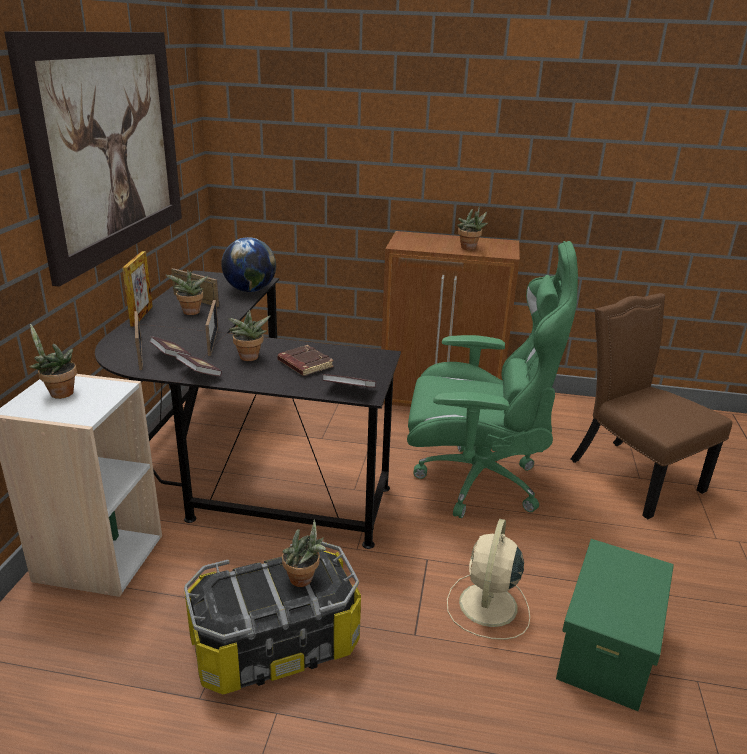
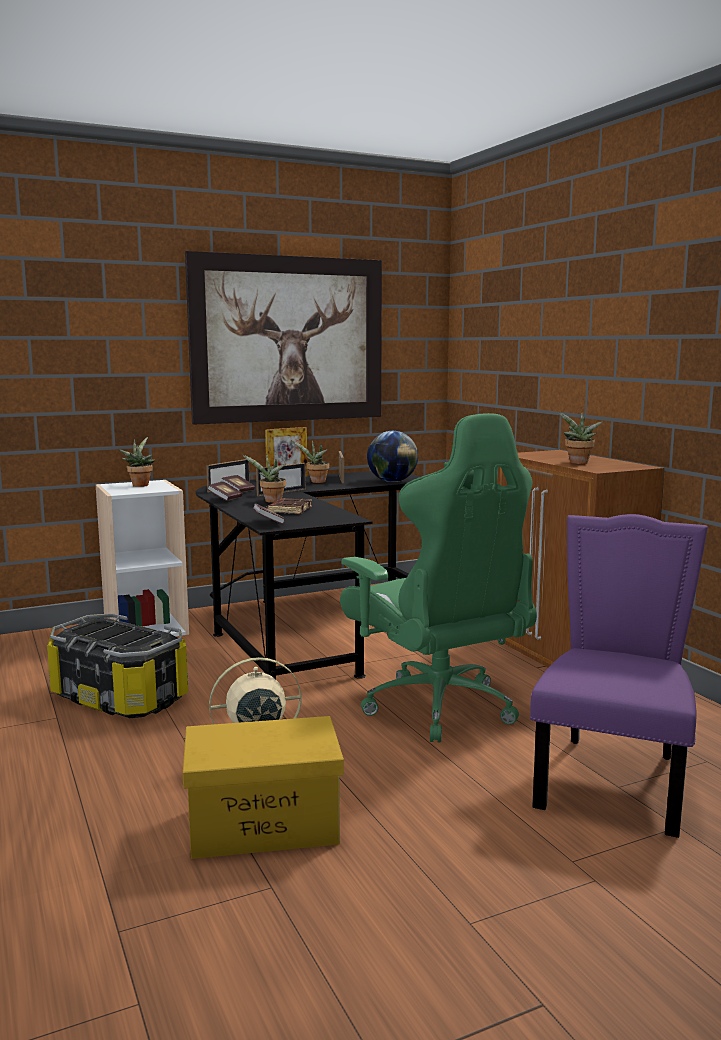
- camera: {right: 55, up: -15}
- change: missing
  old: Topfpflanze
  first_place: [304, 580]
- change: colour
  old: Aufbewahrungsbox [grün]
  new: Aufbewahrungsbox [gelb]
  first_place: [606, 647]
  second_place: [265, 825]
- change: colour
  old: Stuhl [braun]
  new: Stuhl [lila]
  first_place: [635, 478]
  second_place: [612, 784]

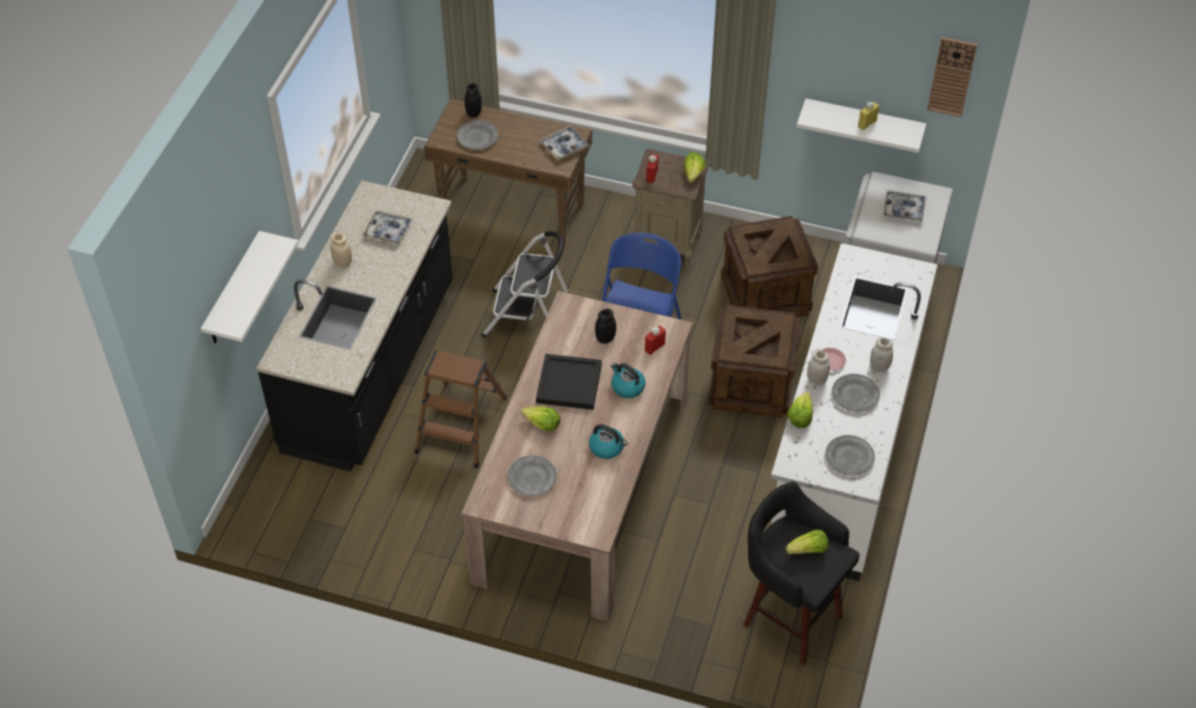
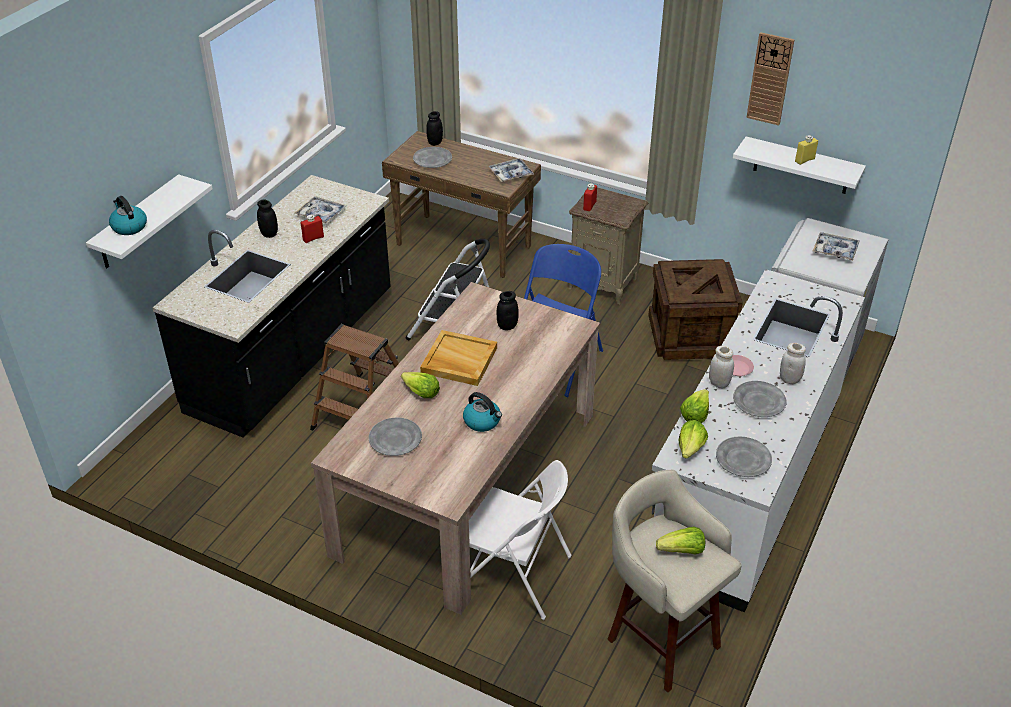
- camera: {right: 10, up: -10}
- change: missing
  old: Kiste
  first_place: [751, 383]
- change: appeared
  new: Stuhl [weiß]
  second_place: [512, 574]
- change: relocated
  old: Wasserkessel
  first_place: [627, 387]
  second_place: [129, 227]
- change: relocated
  old: Flasche [rot]
  first_place: [655, 347]
  second_place: [313, 238]
- change: relocated
  old: Salatkopf
  first_place: [693, 174]
  second_place: [690, 448]
- change: relocated
  old: Wanduhr
  first_place: [952, 76]
  second_place: [770, 79]
- change: colour
  old: Vorratsglas [beige]
  new: Vorratsglas [schwarz]
  first_place: [343, 263]
  second_place: [269, 234]
- change: colour
  old: Tablett [schwarz]
  new: Tablett [beige]
  first_place: [568, 384]
  second_place: [458, 360]
- change: colour
  old: Hocker [schwarz]
  new: Hocker [beige]
  first_place: [789, 618]
  second_place: [660, 640]

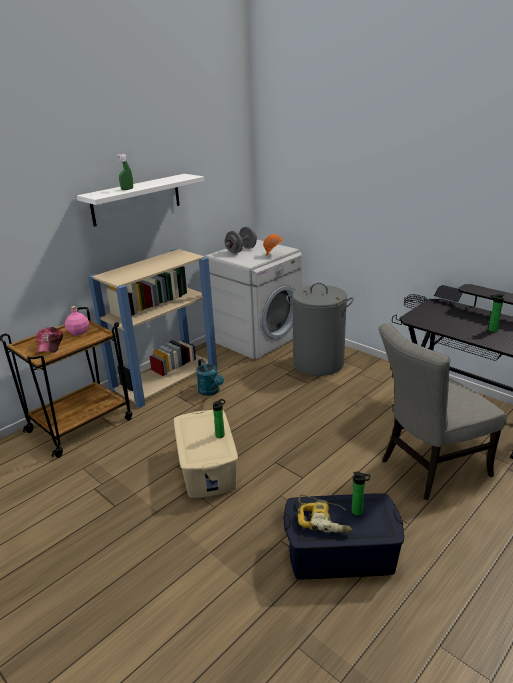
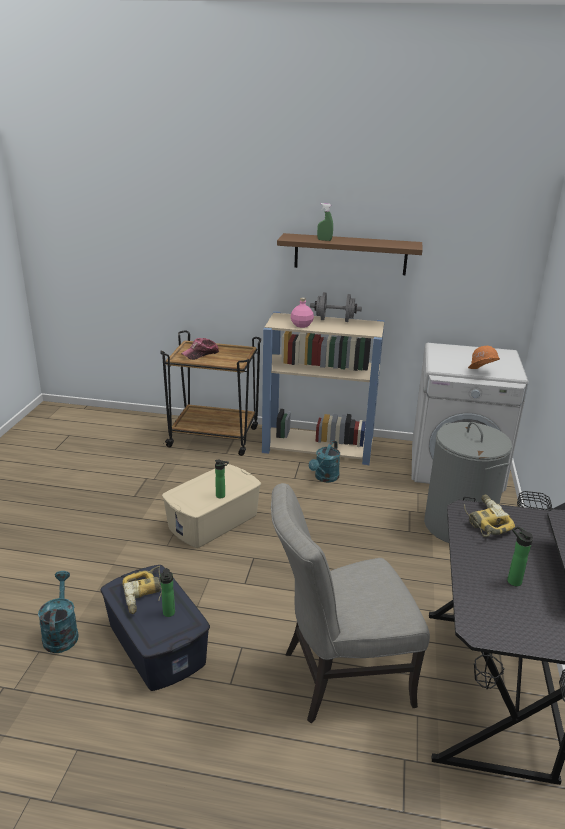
- camera: {right: 55, up: 0}
- change: appeared
  new: Gießkanne [türkis]
  second_place: [61, 633]
- change: appeared
  new: Bohrmaschine
  second_place: [484, 521]
- change: relocated
  old: Flasche [rosa]
  first_place: [78, 332]
  second_place: [301, 325]
- change: relocated
  old: Hantel [grau]
  first_place: [241, 250]
  second_place: [334, 320]
- change: colour
  old: Wandregal [weiß]
  new: Wandregal [braun]
  first_place: [136, 199]
  second_place: [350, 254]
- change: spun
  old: Stuhl [grau]
  first_place: [429, 468]
  second_place: [338, 677]
  degrees: -45

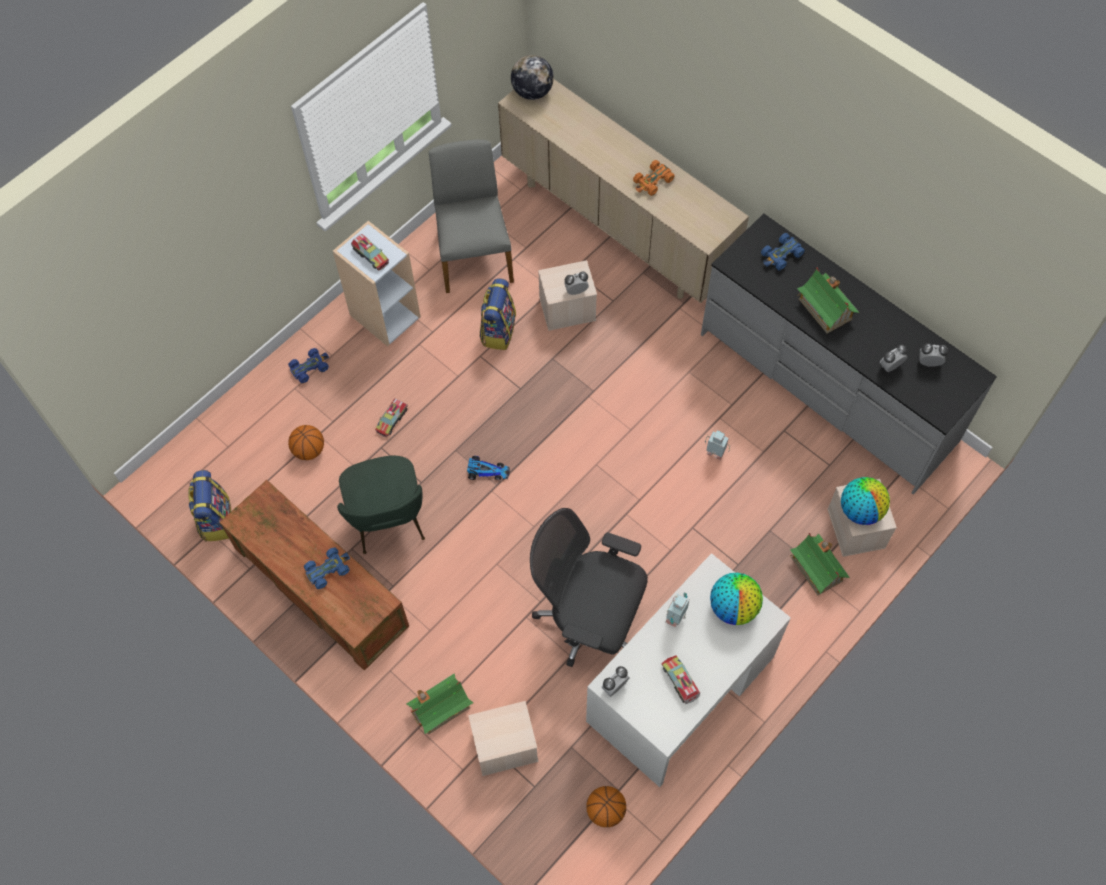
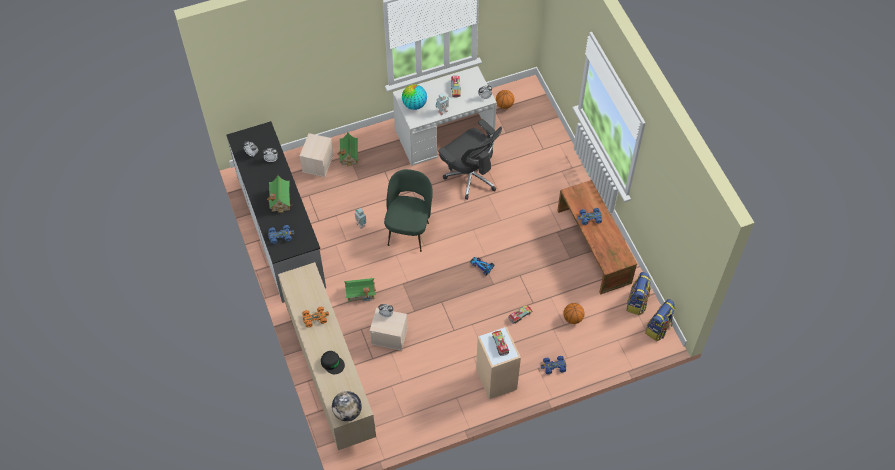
- camera: {right: -155, up: -5}
- change: missing
  old: Stuhl [grau]
  first_place: [473, 255]
- change: missing
  old: Aufbewahrungsbox [beige]
  first_place: [504, 746]
- change: missing
  old: Globus
  first_place: [860, 510]
- change: appeared
  new: Kappe [schwarz]
  second_place: [332, 363]
- change: relocated
  old: Stuhl [grün]
  first_place: [389, 526]
  second_place: [409, 231]
- change: relocated
  old: Spielzeughaus
  first_place: [440, 708]
  second_place: [360, 292]
- change: relocated
  old: Rucksack
  first_place: [498, 330]
  second_place: [658, 329]

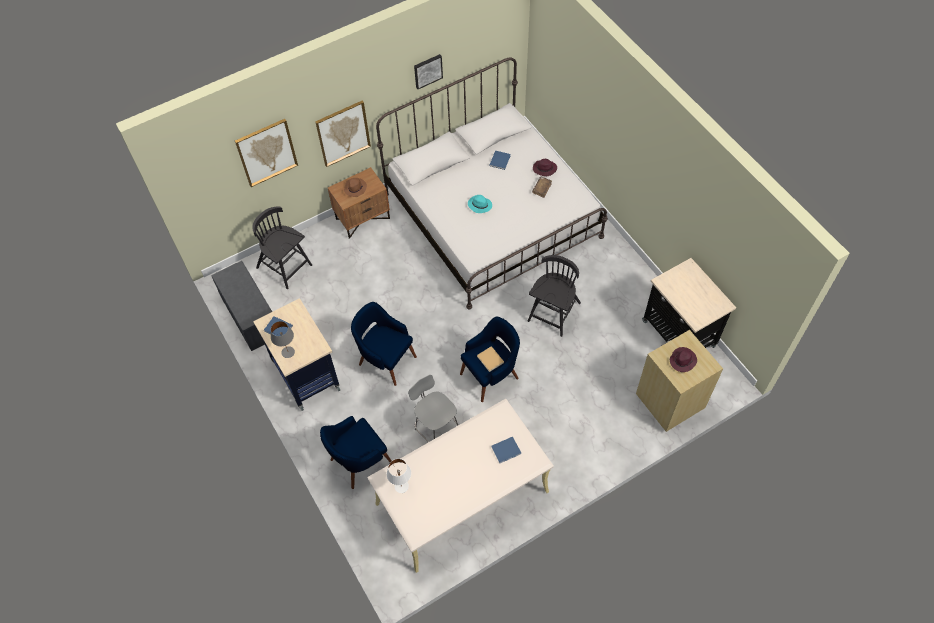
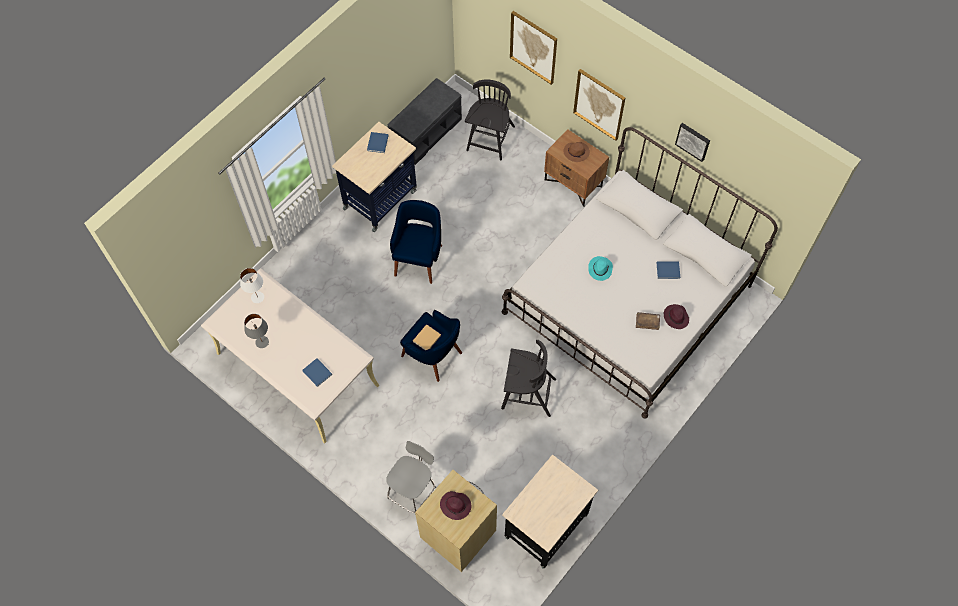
- camera: {right: 70, up: 5}
- change: missing
  old: Sessel [blau]
  first_place: [359, 461]
- change: relocated
  old: Tischlampe [grau]
  first_place: [288, 352]
  second_place: [262, 342]
- change: relocated
  old: Stuhl [grau]
  first_place: [436, 430]
  second_place: [413, 491]

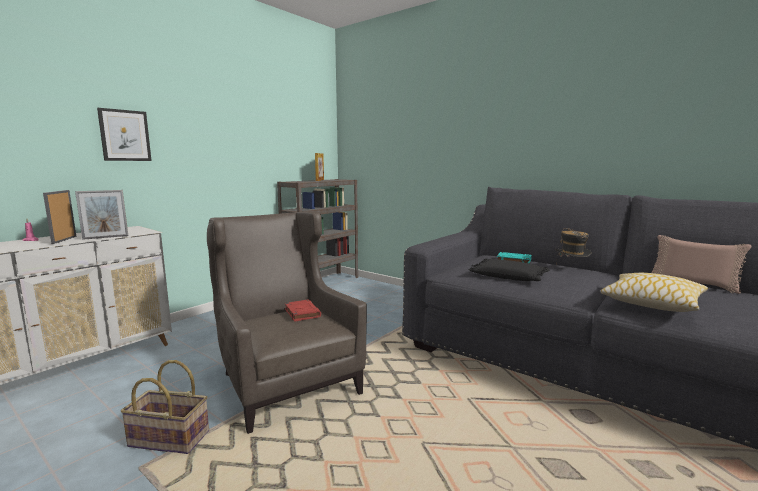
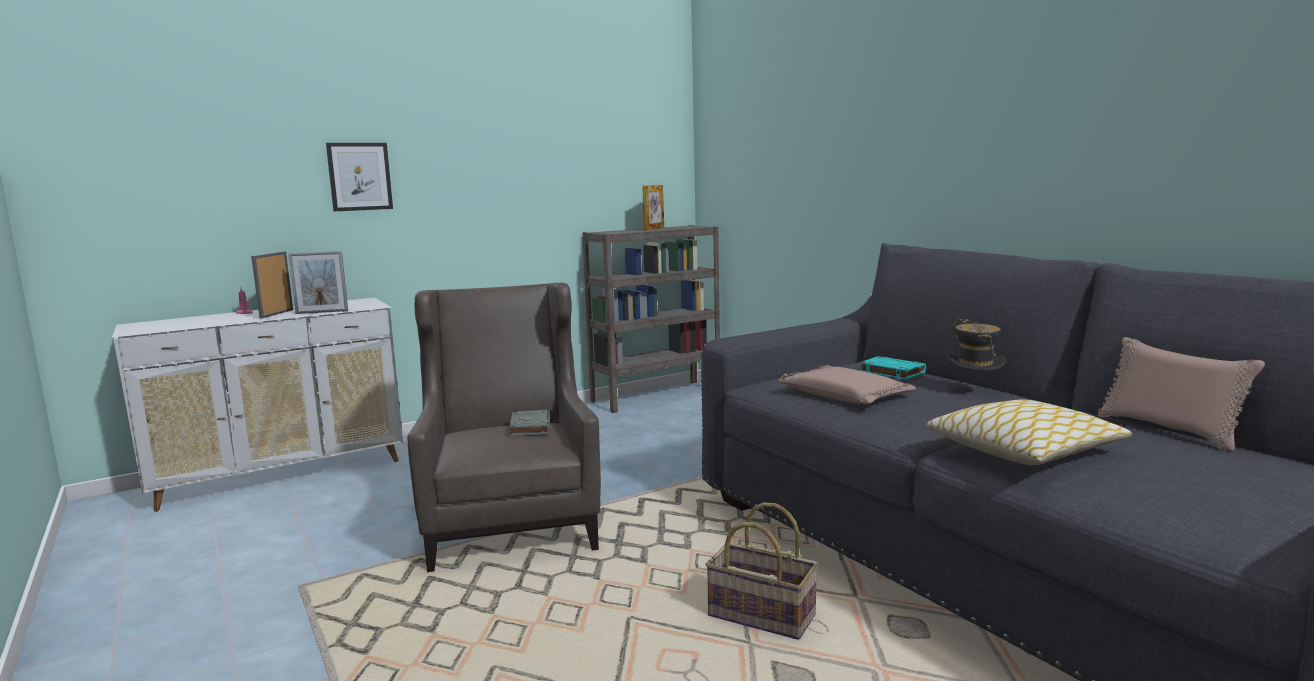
- camera: {right: 20, up: 0}
- change: relocated
  old: Korb
  first_place: [168, 439]
  second_place: [760, 616]
- change: colour
  old: Buch [rot]
  new: Buch [grau]
  first_place: [302, 313]
  second_place: [530, 427]
- change: colour
  old: Kissen [schwarz]
  new: Kissen [beige]
  first_place: [508, 275]
  second_place: [845, 394]

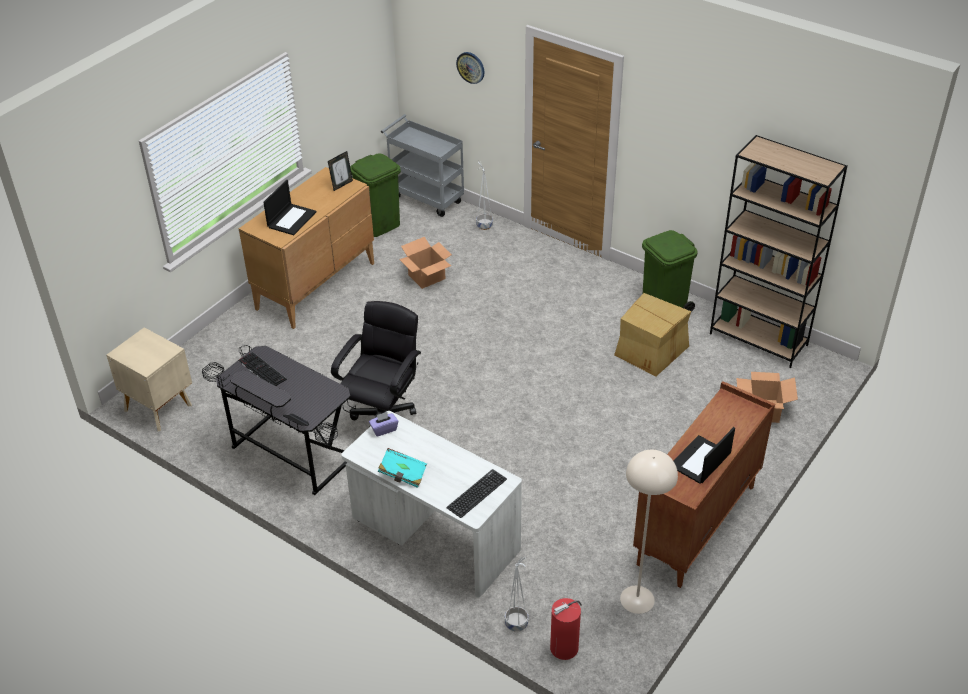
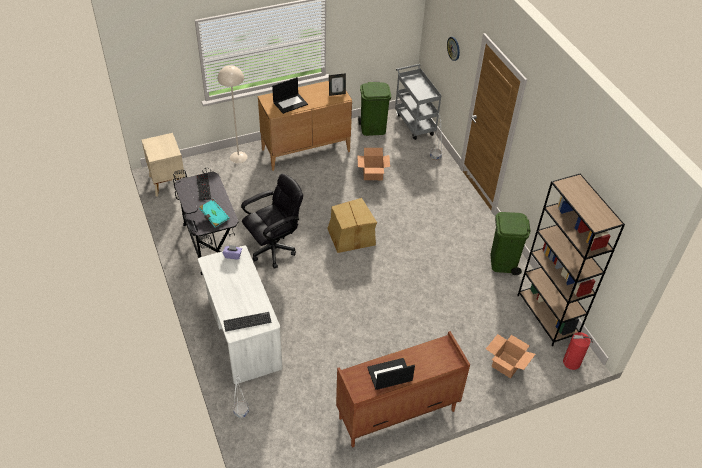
- camera: {right: 30, up: 5}
- change: relocated
  old: Buch [türkis]
  first_place: [403, 474]
  second_place: [214, 217]
- change: relocated
  old: Feuerlöscher
  first_place: [565, 647]
  second_place: [572, 362]
- change: relocated
  old: Karton
  first_place: [650, 350]
  second_place: [351, 236]
- change: relocated
  old: Stehlampe [beige]
  first_place: [637, 599]
  second_place: [238, 157]

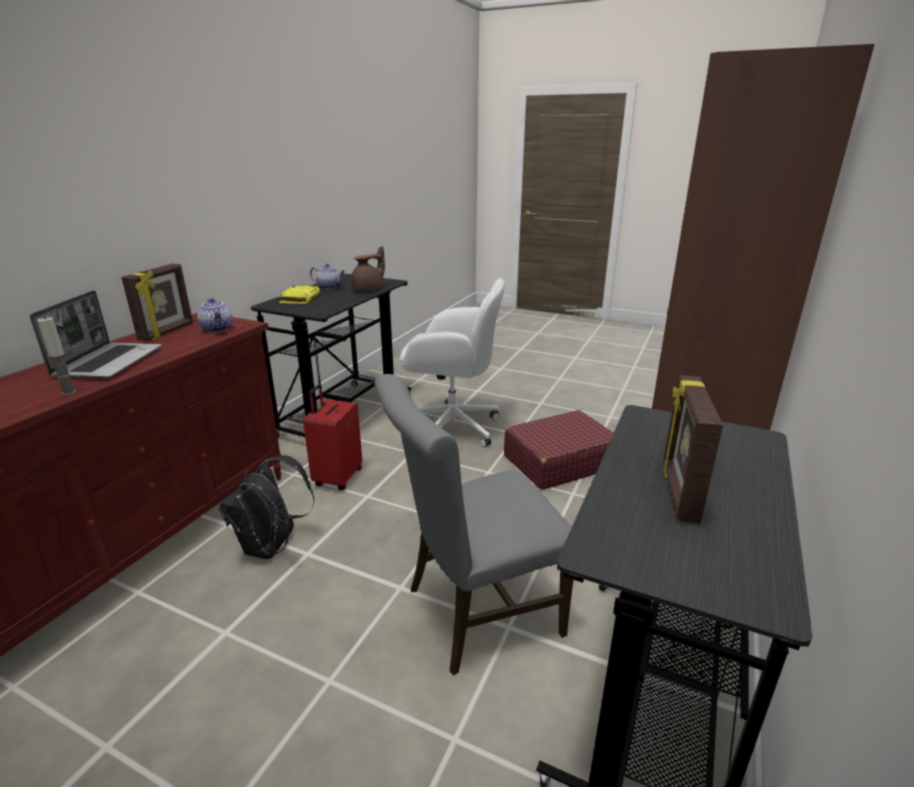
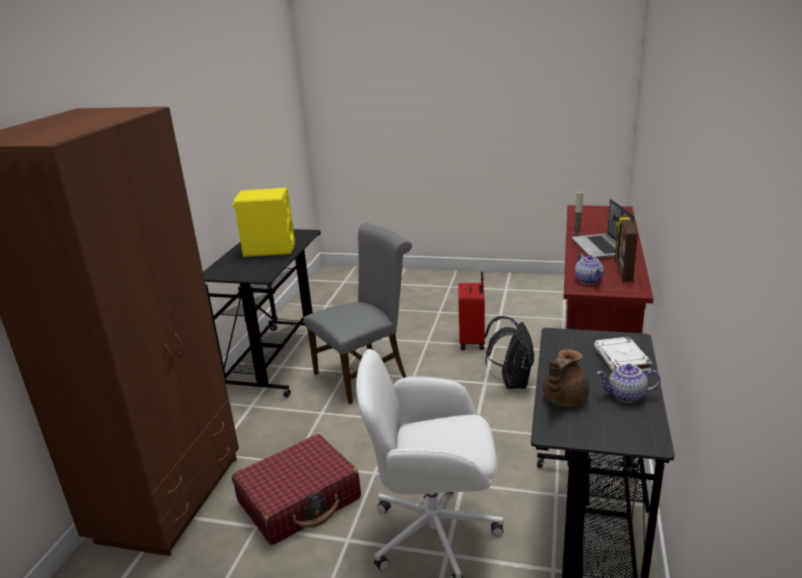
- camera: {right: 170, up: 0}
- change: relocated
  old: Koffer [rot]
  first_place: [337, 478]
  second_place: [473, 342]
- change: exchanged
  old: Bilderrahmen
  new: Lautsprecher [gelb]
  first_place: [678, 492]
  second_place: [269, 250]
- change: colour
  old: Buch [gelb]
  new: Buch [weiß]
  first_place: [300, 298]
  second_place: [622, 360]
- change: spun
  old: Teekanne
  first_place: [218, 329]
  second_place: [589, 280]
  degrees: -150

